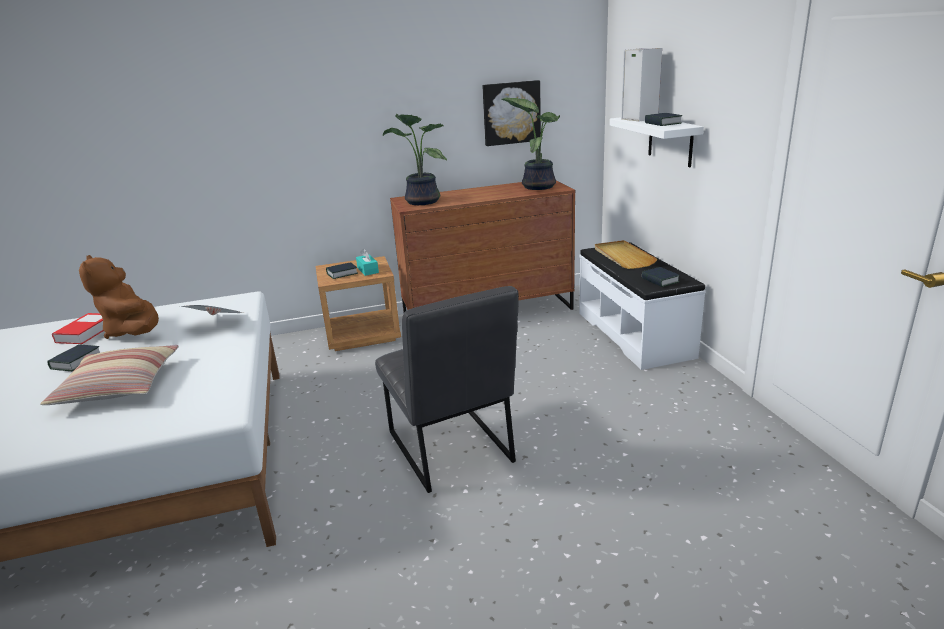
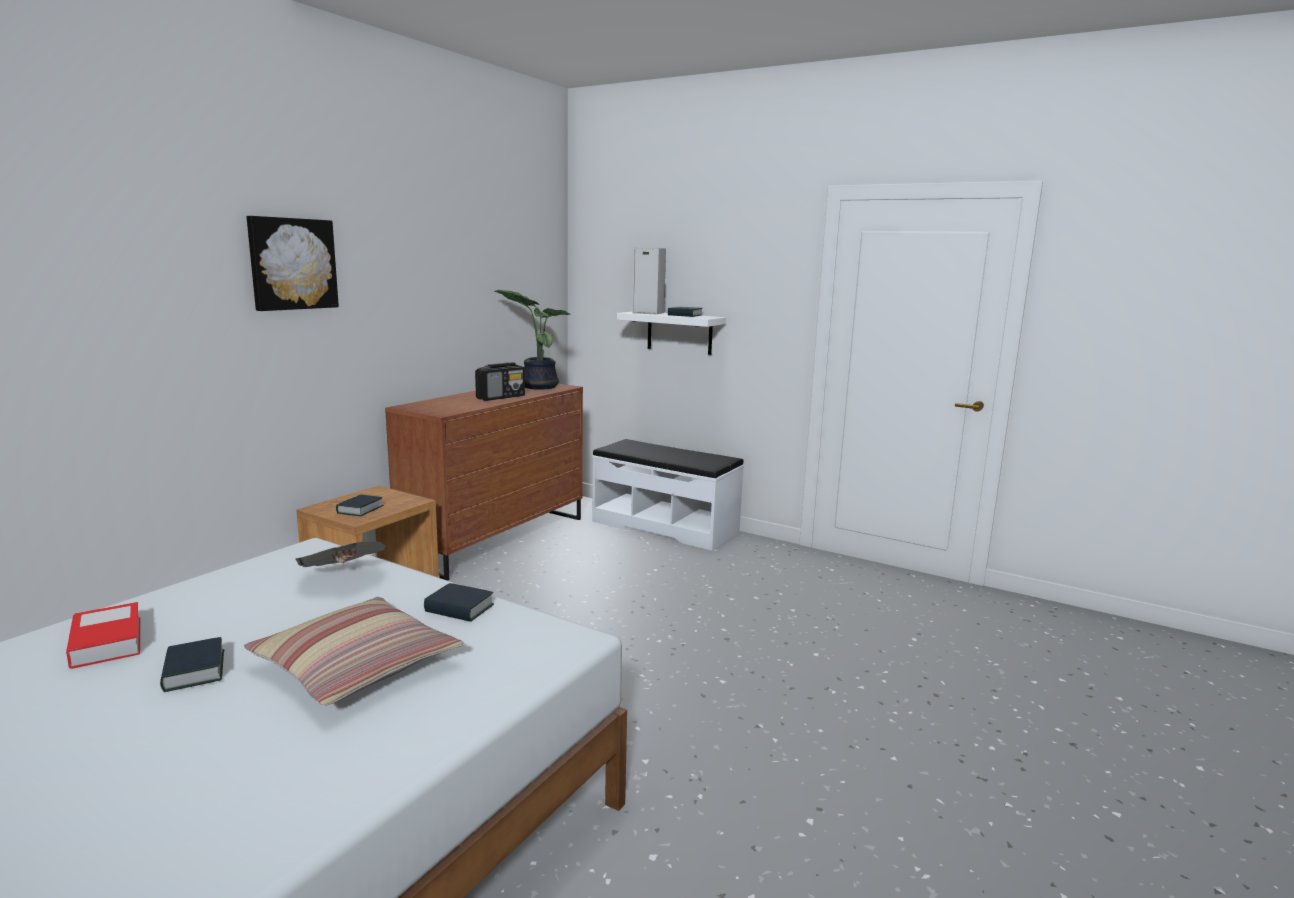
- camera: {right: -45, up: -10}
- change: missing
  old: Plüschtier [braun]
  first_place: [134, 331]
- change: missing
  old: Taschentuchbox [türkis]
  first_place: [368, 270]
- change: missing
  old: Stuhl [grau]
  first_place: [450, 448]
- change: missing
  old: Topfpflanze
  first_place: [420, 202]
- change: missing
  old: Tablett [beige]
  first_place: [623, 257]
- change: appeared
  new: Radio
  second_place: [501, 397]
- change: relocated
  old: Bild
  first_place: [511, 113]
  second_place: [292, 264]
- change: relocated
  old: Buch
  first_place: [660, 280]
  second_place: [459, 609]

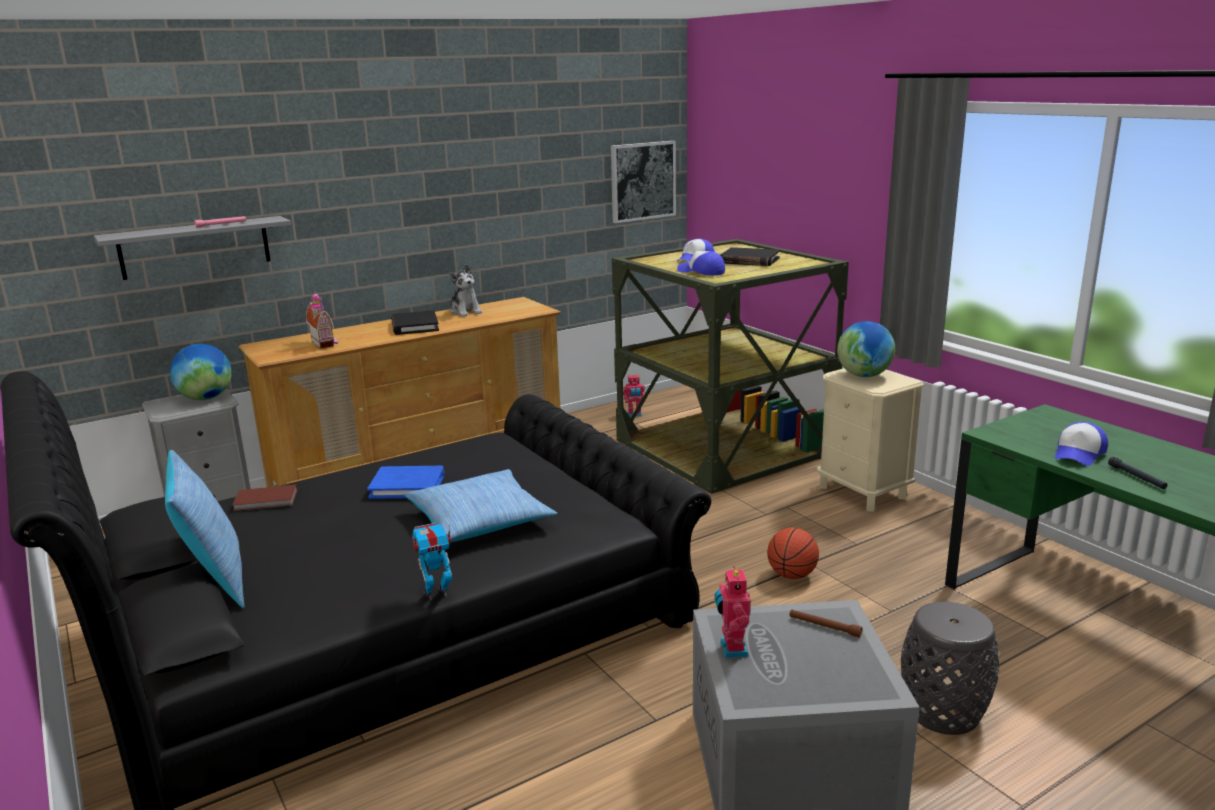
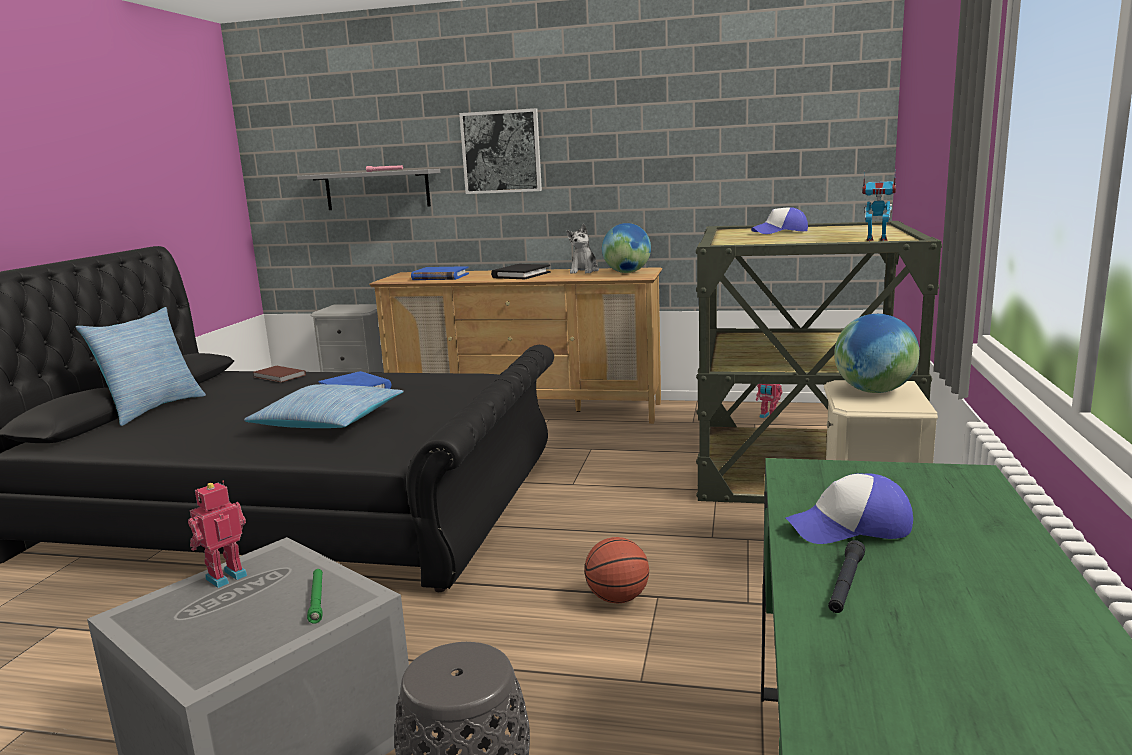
- camera: {right: 45, up: -5}
- change: missing
  old: Kappe
  first_place: [701, 272]
- change: missing
  old: Buch [schwarz]
  first_place: [749, 260]
- change: relocated
  old: Globus
  first_place: [206, 398]
  second_place: [627, 272]
- change: relocated
  old: Spielzeugroboter
  first_place: [436, 593]
  second_place: [876, 241]
- change: relocated
  old: Bild
  first_place: [642, 181]
  second_place: [501, 152]
- change: exchanged
  old: Spielzeughaus
  new: Buch [blau]
  first_place: [325, 343]
  second_place: [440, 277]
- change: colour
  old: Taschenlampe [braun]
  new: Taschenlampe [grün]
  first_place: [824, 627]
  second_place: [317, 599]

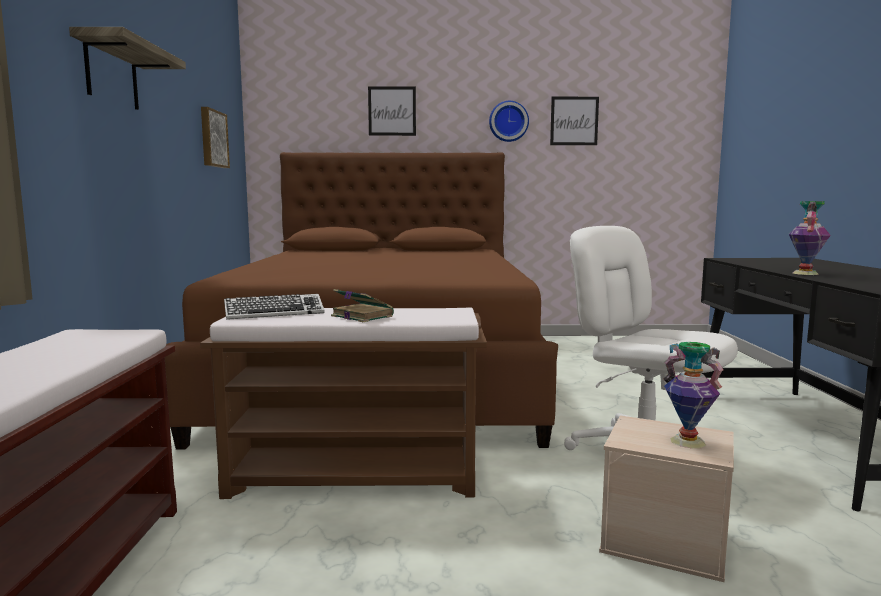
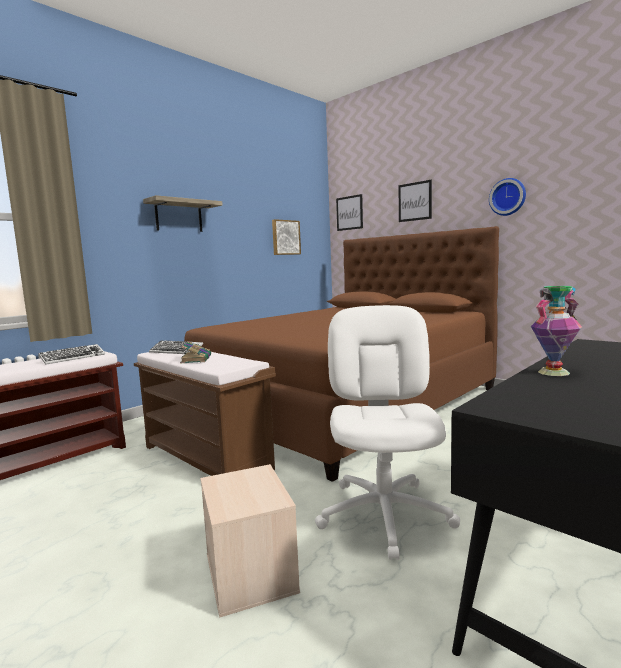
- camera: {right: 45, up: 0}
- change: missing
  old: Vase
  first_place: [687, 442]
- change: appeared
  new: Tastatur
  second_place: [73, 358]
- change: relocated
  old: Bild
  first_place: [574, 121]
  second_place: [349, 213]

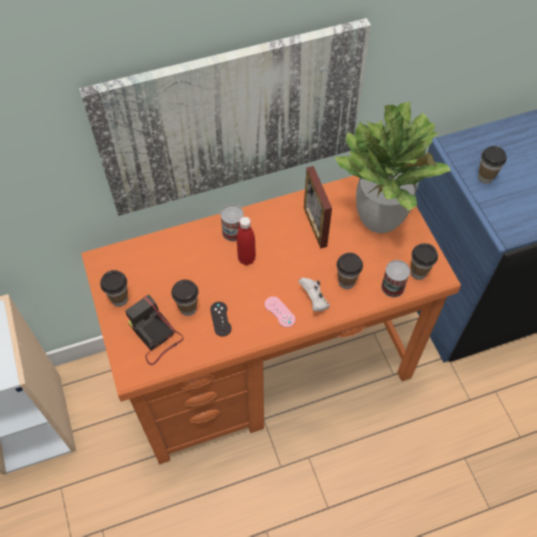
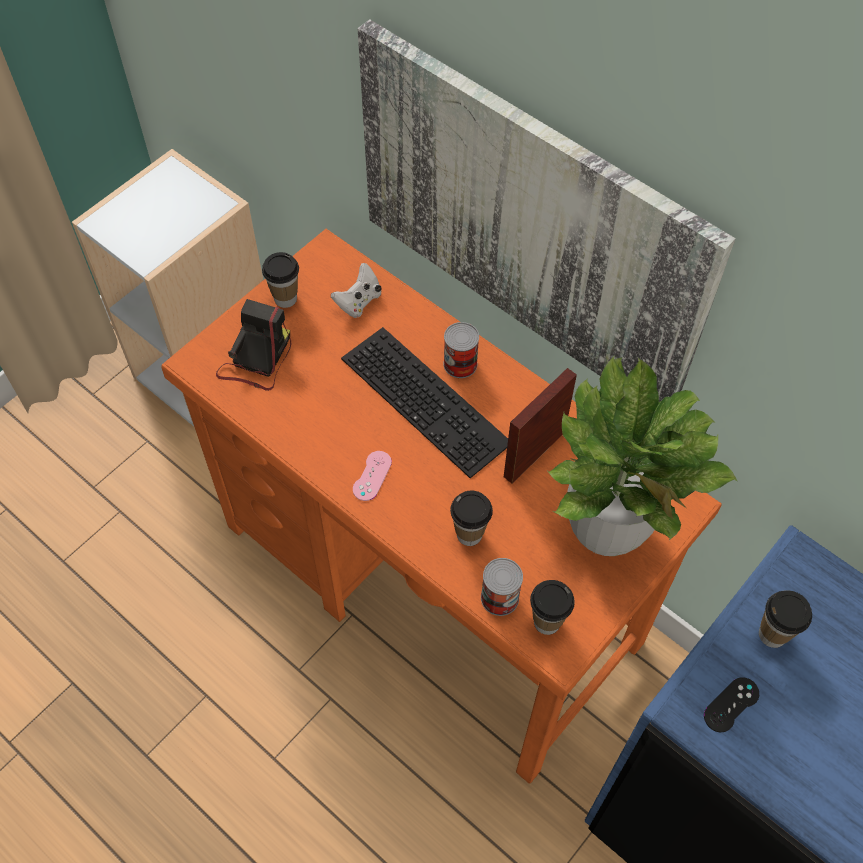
- camera: {right: 60, up: 0}
- change: missing
  old: Tasse
  first_place: [188, 308]
- change: relocated
  old: Gamepad [schwarz]
  first_place: [220, 319]
  second_place: [731, 704]
- change: relocated
  old: Gamepad [weiß]
  first_place: [314, 300]
  second_place: [359, 301]
- change: exchanged
  old: Flasche [rot]
  new: Tastatur
  first_place: [246, 259]
  second_place: [428, 399]

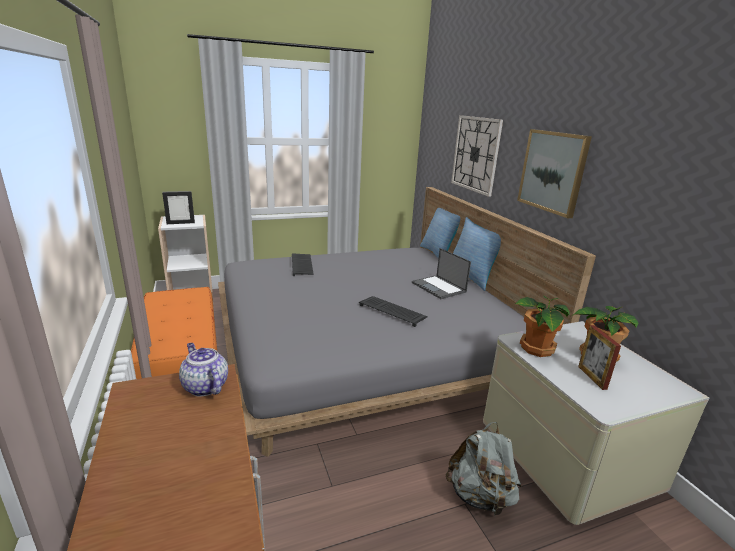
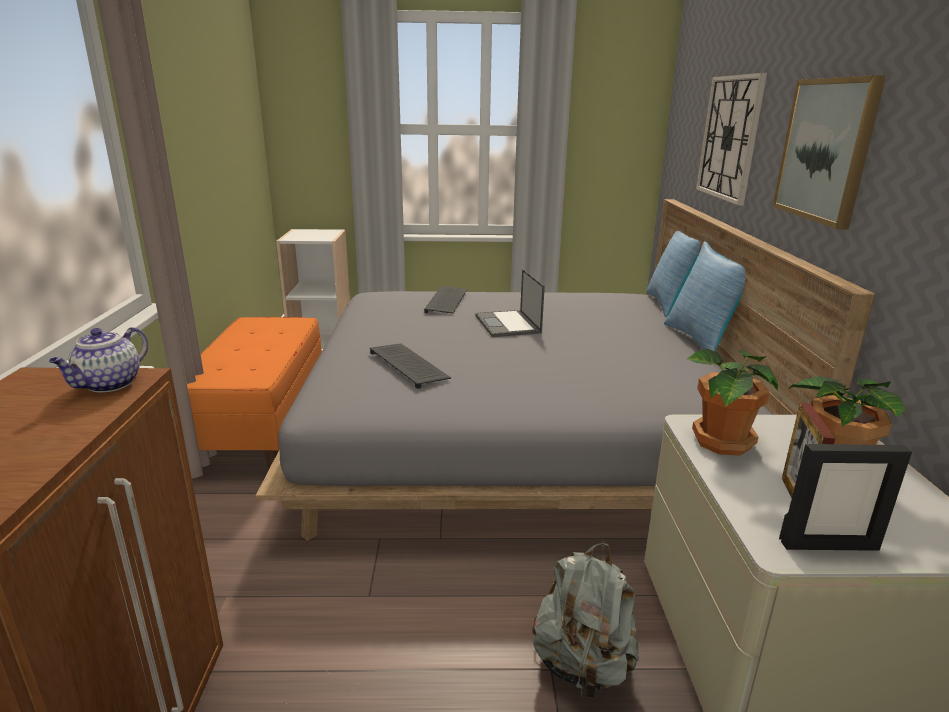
- camera: {right: 20, up: 0}
- change: relocated
  old: Bilderrahmen
  first_place: [180, 223]
  second_place: [828, 544]
- change: relocated
  old: Tastatur
  first_place: [393, 311]
  second_place: [410, 366]
- change: relocated
  old: Laptop
  first_place: [439, 287]
  second_place: [508, 324]
- change: spun
  old: Teekanne
  first_place: [204, 386]
  second_place: [108, 385]
  degrees: -135

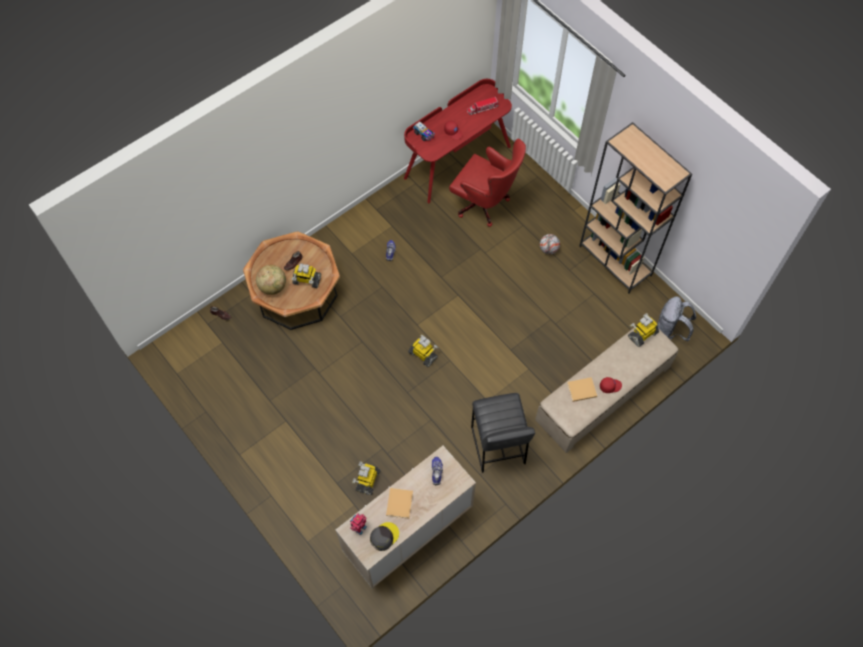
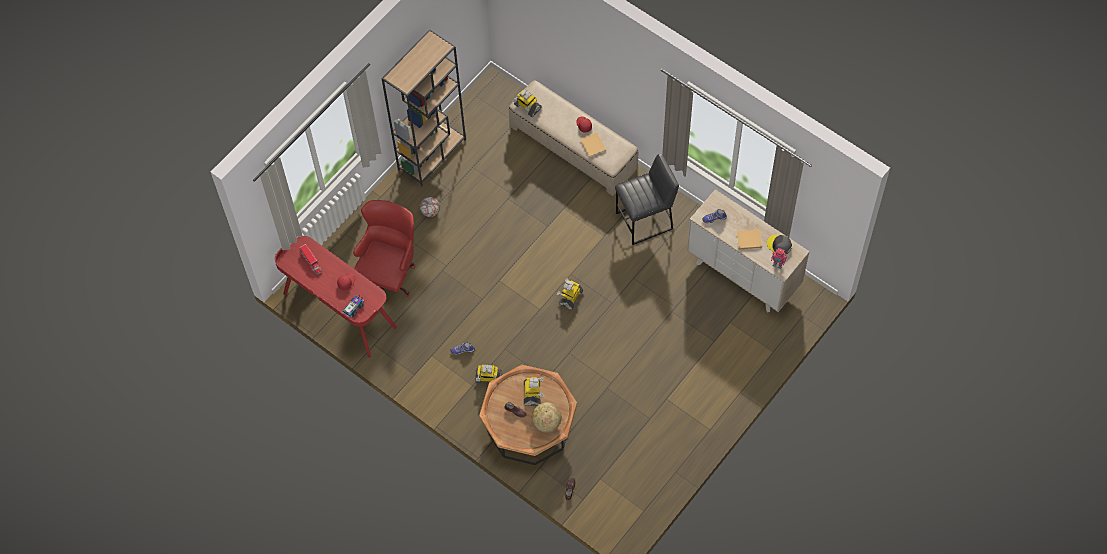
- camera: {right: -100, up: 0}
- change: missing
  old: Rucksack [grau]
  first_place: [670, 331]
- change: relocated
  old: Spielzeugroboter
  first_place: [367, 480]
  second_place: [488, 378]

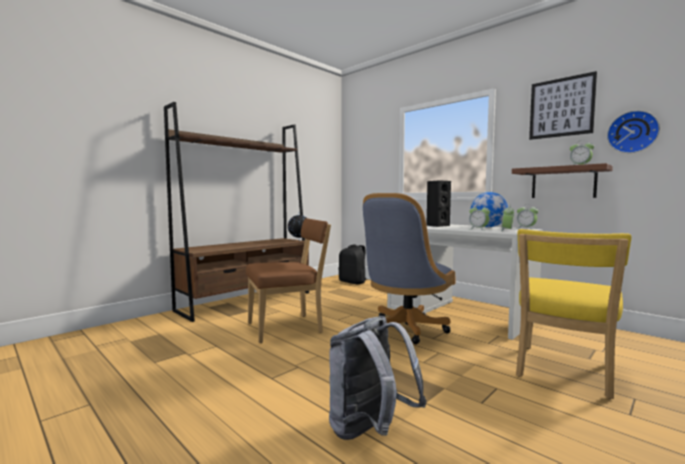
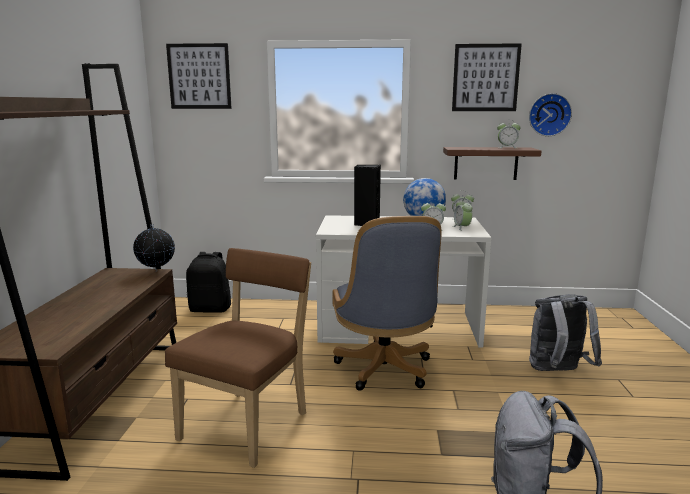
- camera: {right: -40, up: 10}
- change: appeared
  new: Bild
  second_place: [199, 76]
- change: exchanged
  old: Stuhl [gelb]
  new: Rucksack [grau]
  first_place: [563, 372]
  second_place: [557, 372]

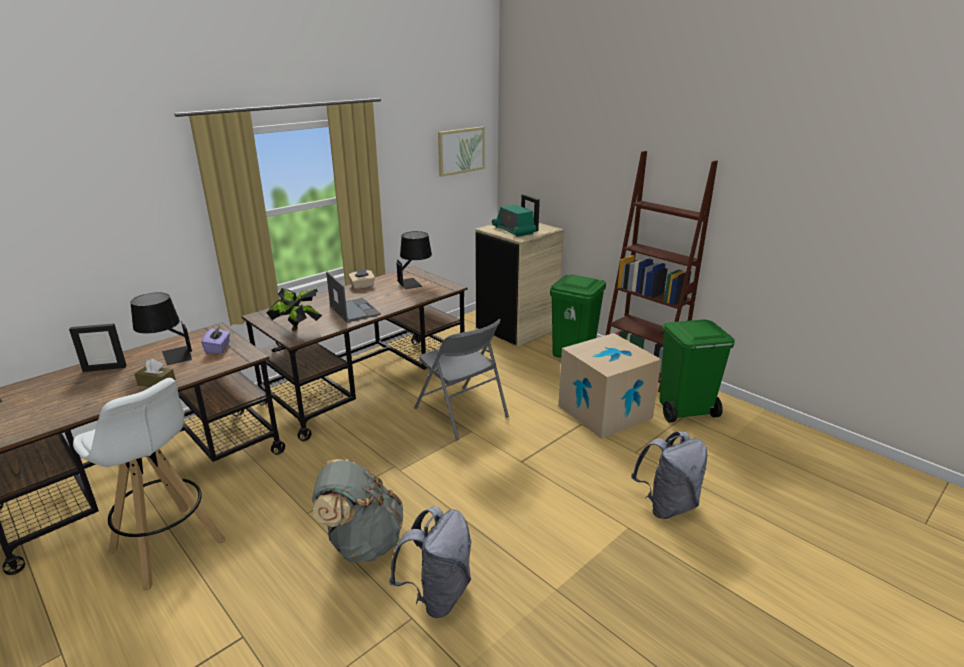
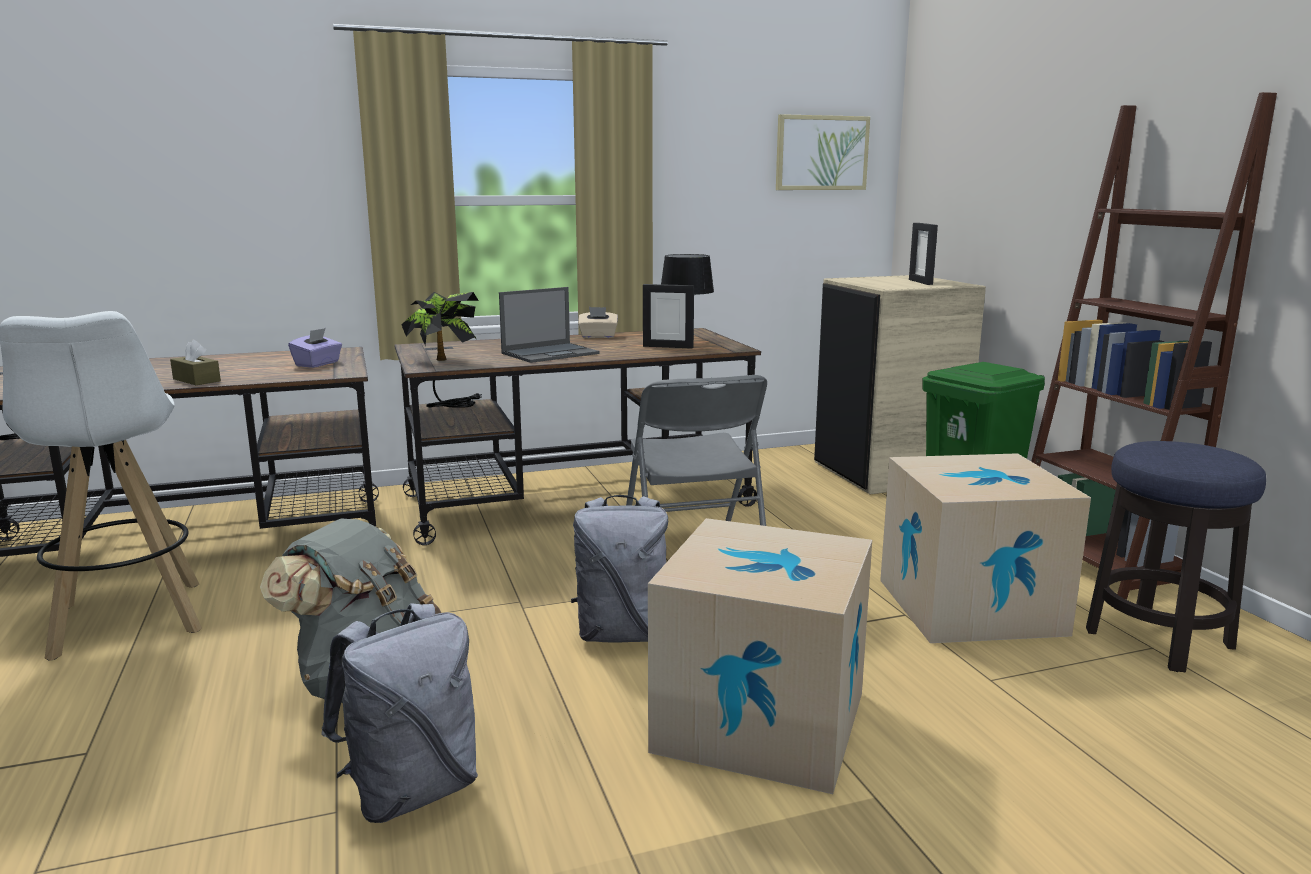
- camera: {right: 25, up: -10}
- change: missing
  old: Tischlampe [schwarz]
  first_place: [168, 357]
- change: missing
  old: Radio
  first_place: [513, 230]
- change: appeared
  new: Karton
  second_place: [760, 721]
- change: relocated
  old: Bilderrahmen
  first_place: [105, 368]
  second_place: [668, 346]
- change: relocated
  old: Rucksack [grau]
  first_place: [667, 505]
  second_place: [623, 634]
- change: exchanged
  old: Mülleimer [grün]
  new: Hocker
  first_place: [684, 411]
  second_place: [1158, 639]
- change: spun
  old: Laptop
  first_place: [354, 310]
  second_place: [551, 353]
  degrees: 60

